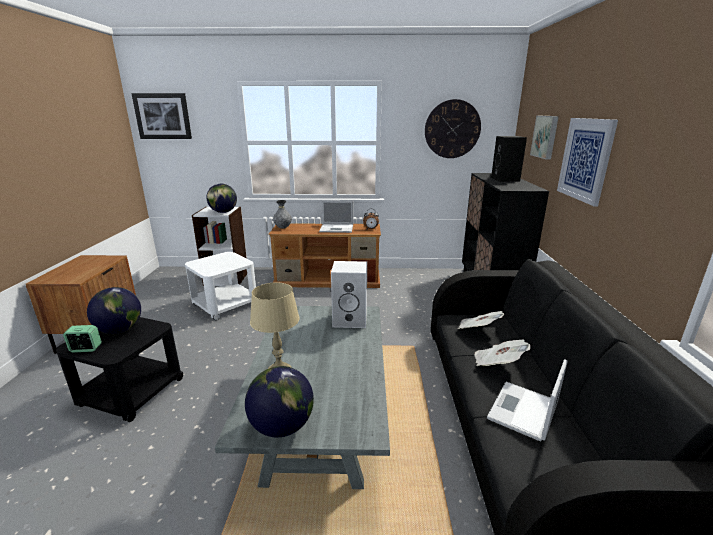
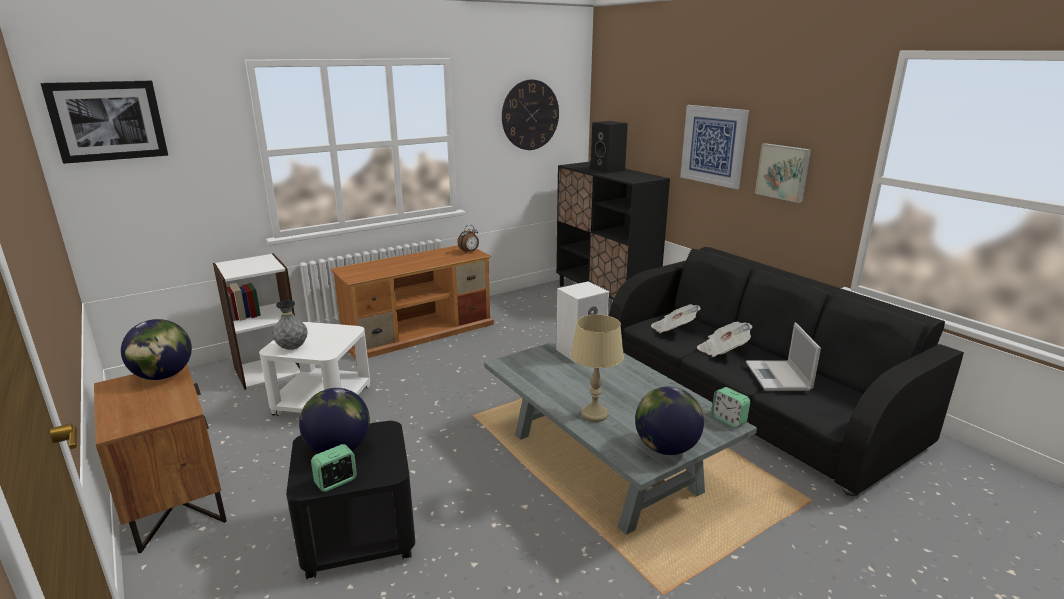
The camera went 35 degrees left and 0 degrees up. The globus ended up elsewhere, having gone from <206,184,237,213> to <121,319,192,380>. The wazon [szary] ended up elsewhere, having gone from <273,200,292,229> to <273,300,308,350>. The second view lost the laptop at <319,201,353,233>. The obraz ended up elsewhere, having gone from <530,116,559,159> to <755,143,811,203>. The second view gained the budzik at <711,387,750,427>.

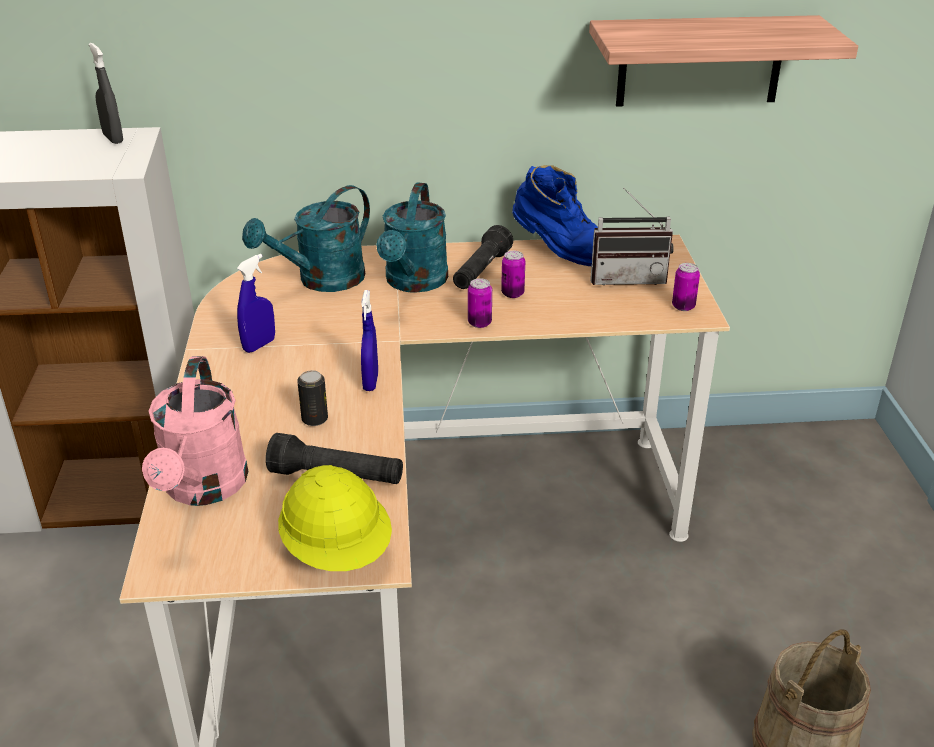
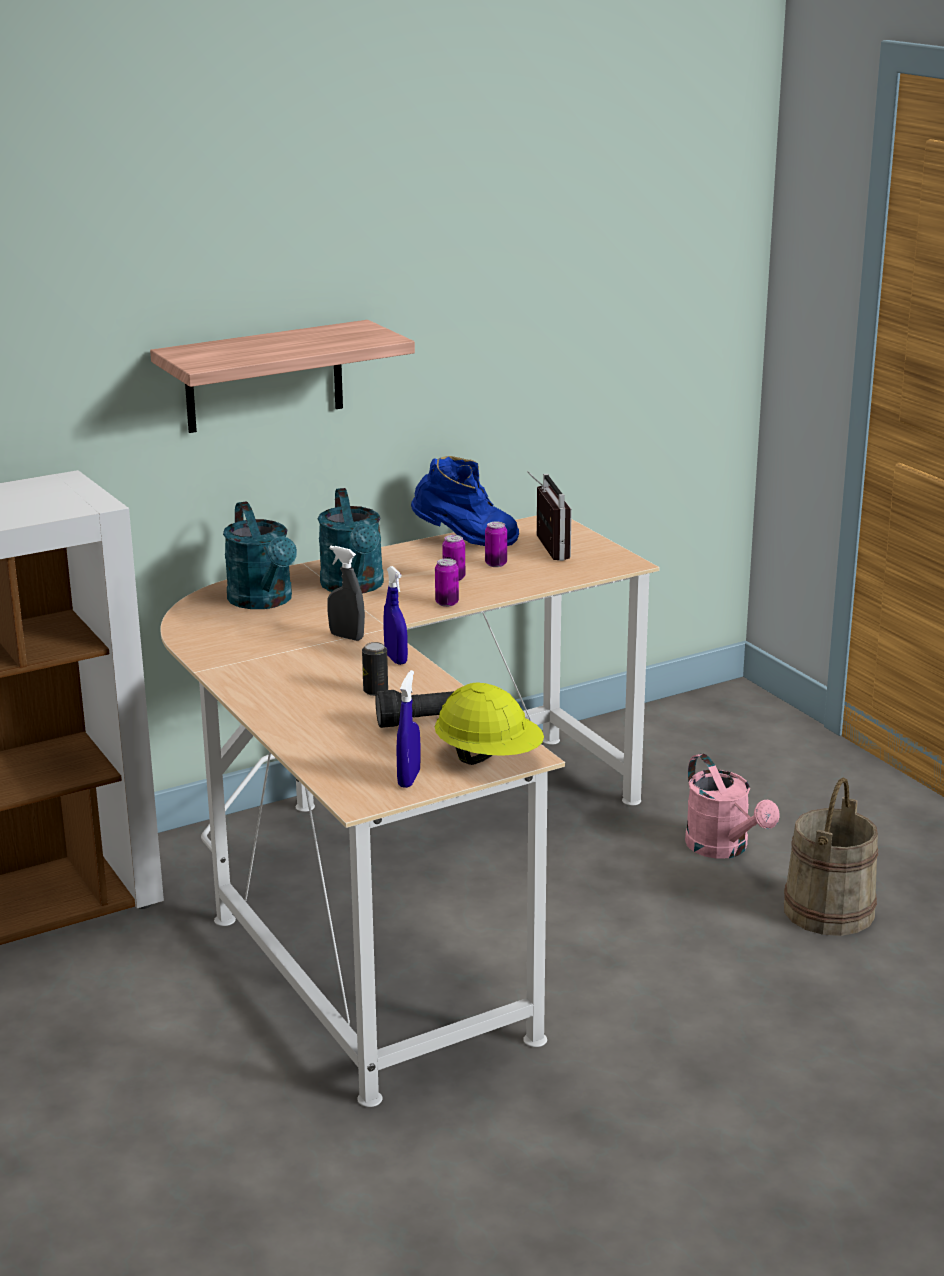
The camera went 25 degrees left and 10 degrees down. The spryskiwacz [szary] ended up elsewhere, having gone from <89,43,123,144> to <327,546,365,641>. The konewka [różowy] ended up elsewhere, having gone from <142,356,248,506> to <685,754,779,859>. The spryskiwacz [niebieski] ended up elsewhere, having gone from <237,254,275,353> to <396,670,420,788>. The konewka [turkusowy] at <242,185,370,292> ended up facing another way, 45 degrees counterclockwise from before. The second view lost the latarka [czarny] at <453,225,513,289>. The półka ended up elsewhere, having gone from <589,15,858,107> to <150,320,415,433>. The radio at <590,188,674,285> ended up facing another way, 75 degrees counterclockwise from before. The puszka ended up elsewhere, having gone from <672,263,700,311> to <485,522,507,567>.

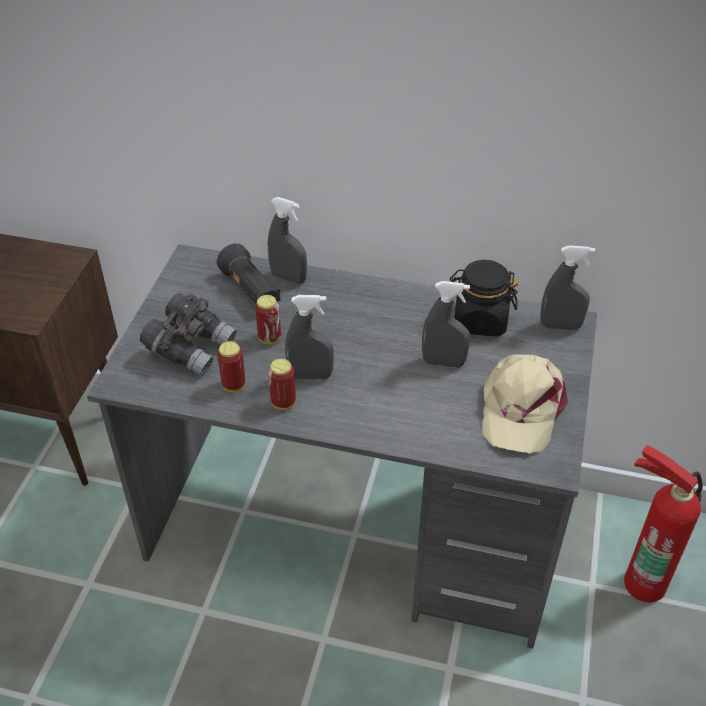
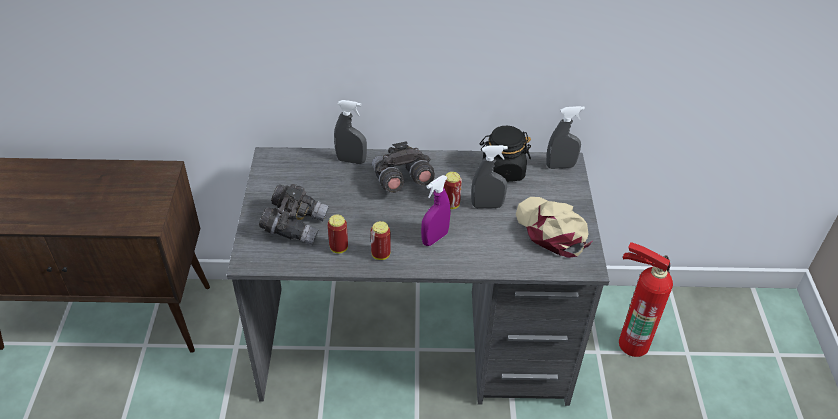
The camera went 15 degrees left and 0 degrees up. The second view lost the latarka [czarny] at <217,243,281,303>. The puszka ended up elsewhere, having gone from <255,295,281,344> to <443,172,462,209>. The second view lost the spryskiwacz [szary] at <285,295,334,380>. The czapka z daszkiem [beżowy] at <482,354,568,453> ended up facing another way, 150 degrees clockwise from before. The second view gained the lornetka [szary] at <372,141,435,193>. The second view gained the spryskiwacz [fioletowy] at <421,175,450,246>.

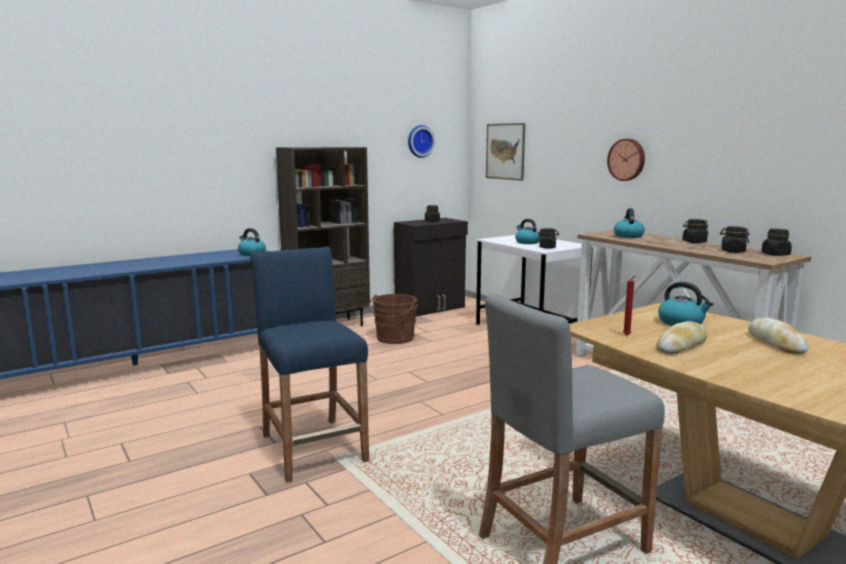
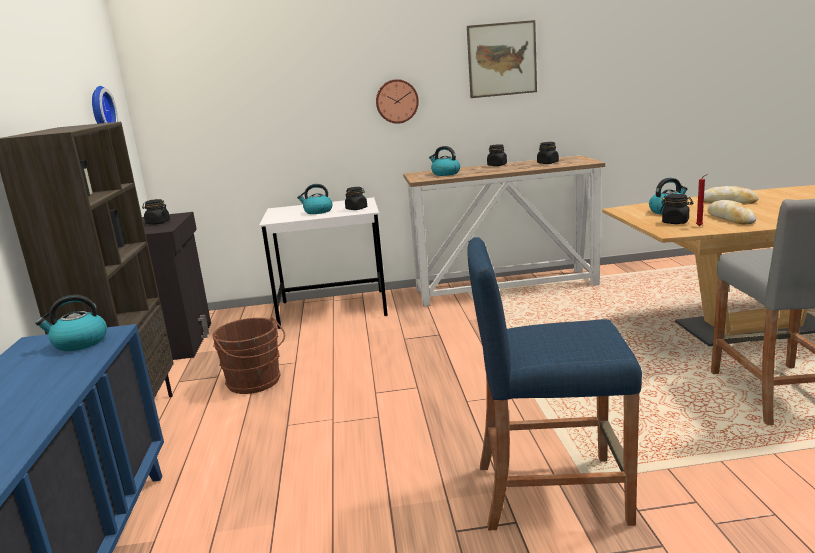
The camera went 60 degrees left and 5 degrees up. The obraz ended up elsewhere, having gone from <486,123,525,181> to <467,20,537,98>. The słoik [czarny] ended up elsewhere, having gone from <761,229,792,256> to <660,194,693,224>.

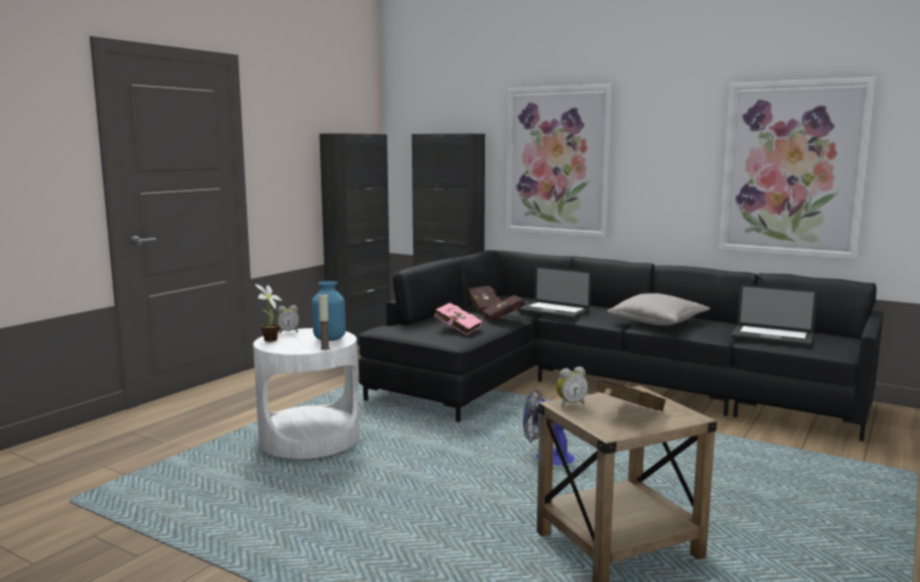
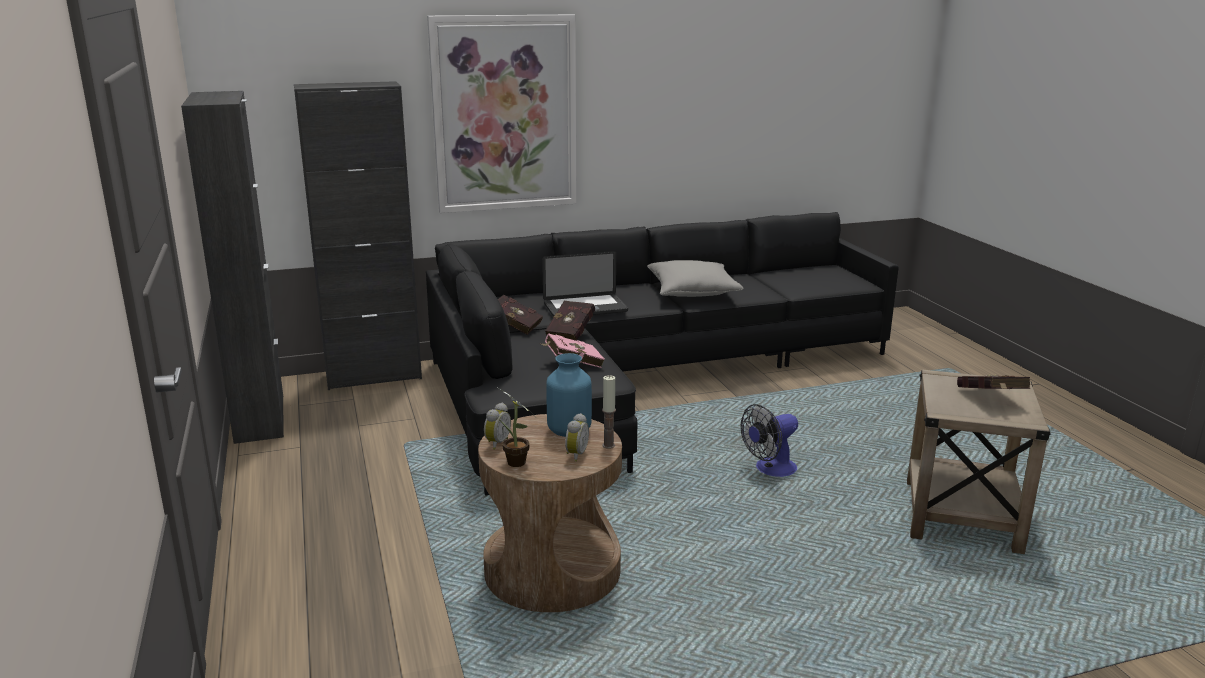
The camera went 50 degrees left and 10 degrees up. What was the stolik [biały] at <253,328,359,459> turned into the stolik [brązowy] at <478,414,622,612>. The budzik ended up elsewhere, having gone from <556,367,588,407> to <565,413,589,462>. The second view lost the obraz at <719,77,876,260>. The second view lost the laptop at <731,284,818,347>.

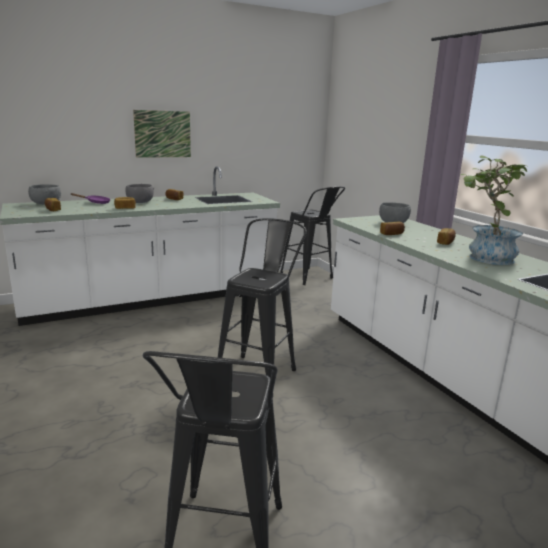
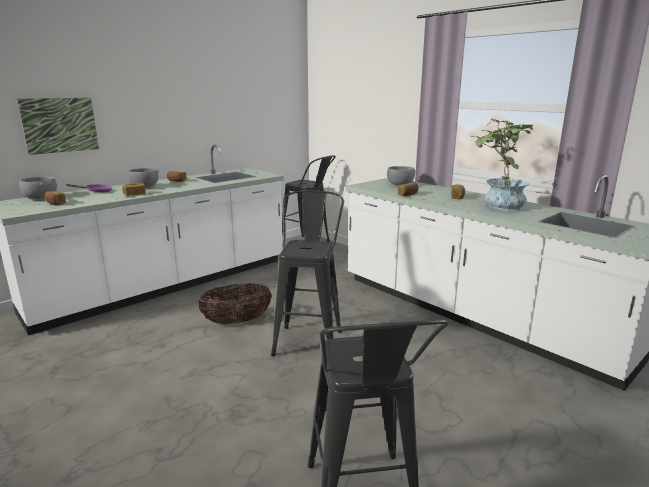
The camera went 15 degrees left and 0 degrees up. The obraz ended up elsewhere, having gone from <133,110,191,158> to <17,97,99,155>. The second view gained the koszyk at <198,283,272,324>.

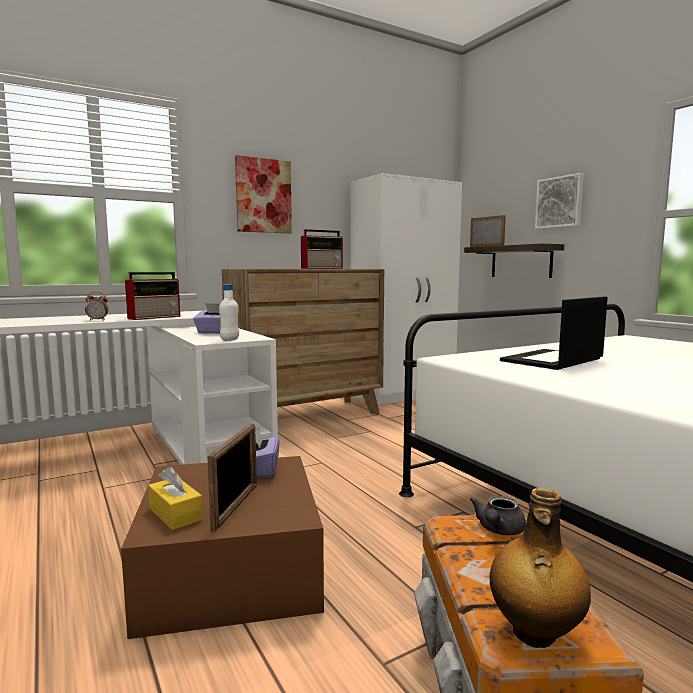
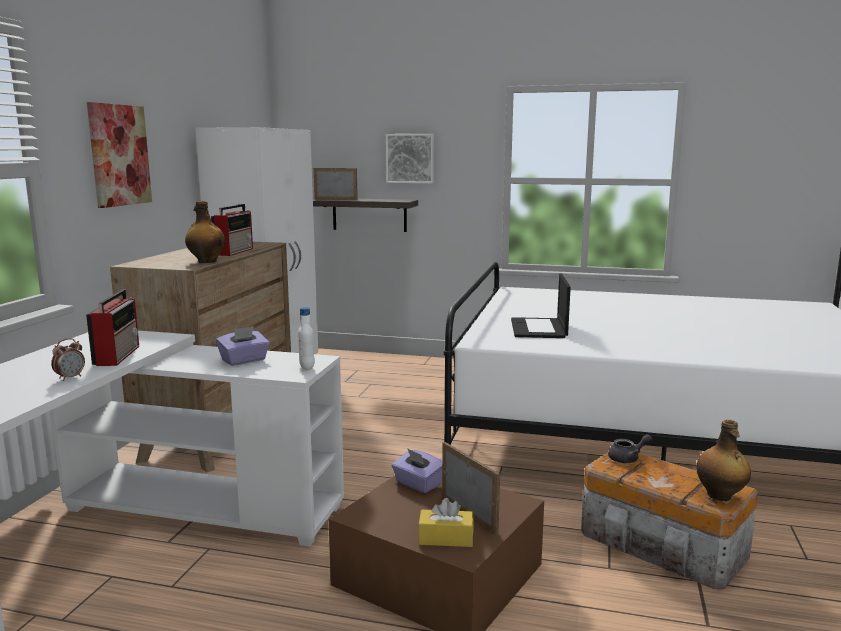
The camera went 45 degrees left and 5 degrees up. The imbryk [szary] at <470,496,526,535> ended up facing another way, 90 degrees counterclockwise from before. The second view gained the butelka at <185,201,225,263>.

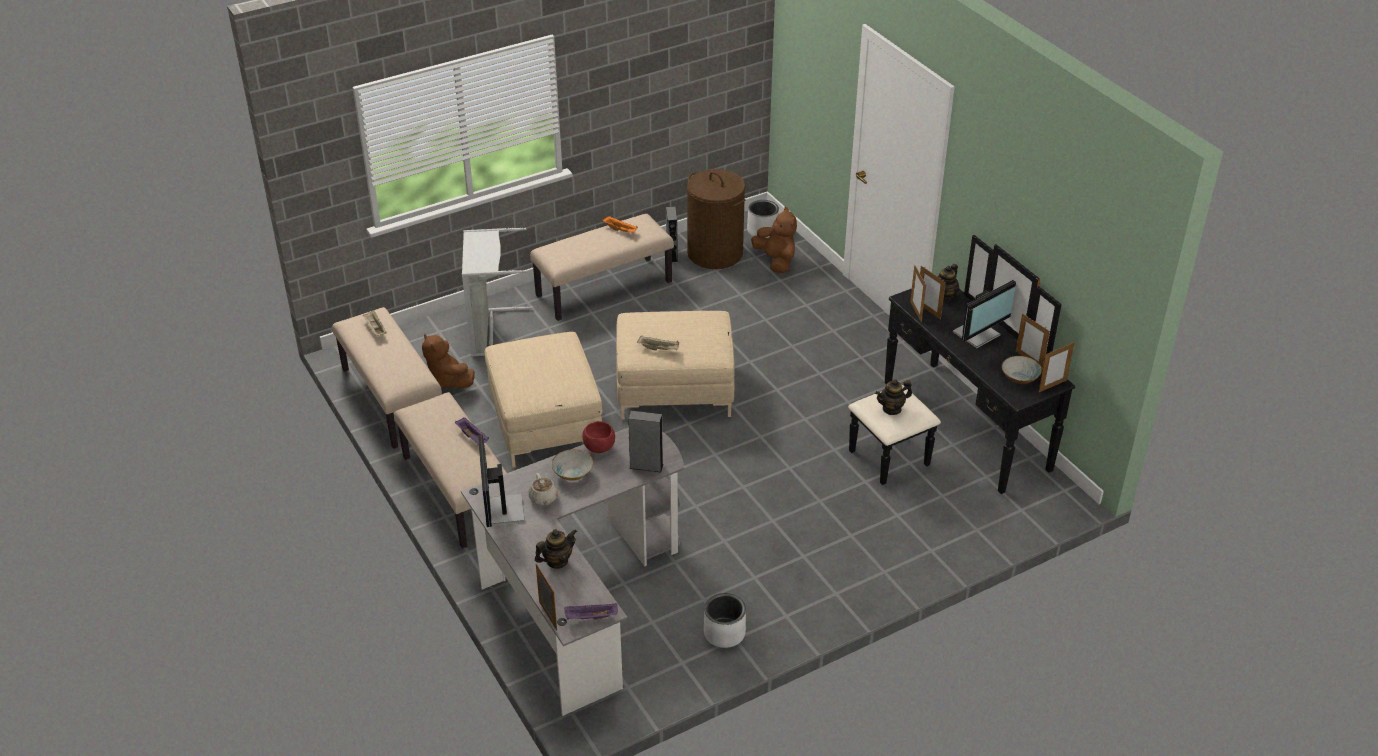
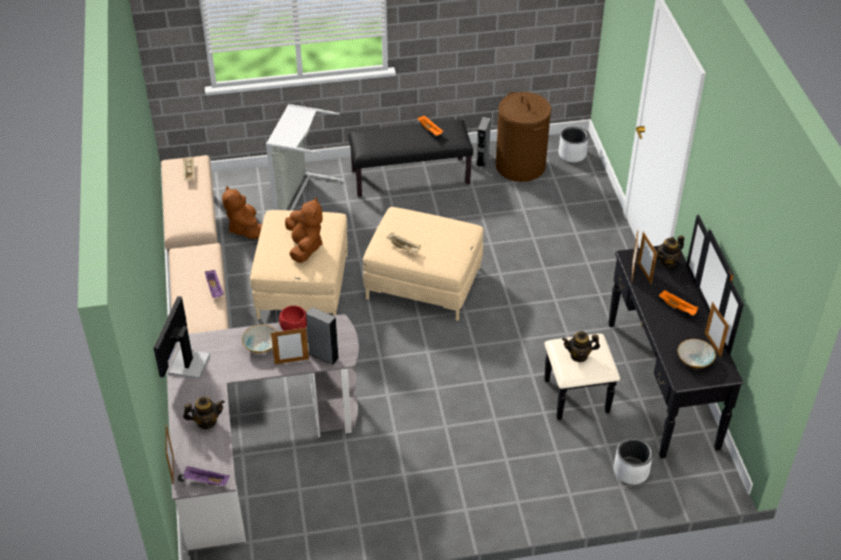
The camera went 20 degrees right and 5 degrees up. The second view lost the imbryk [beżowy] at <528,473,558,505>. What was the ławka [beżowy] at <530,214,674,321> turned into the ławka [czarny] at <349,120,473,197>. The donica [biały] ended up elsewhere, having gone from <704,593,746,648> to <613,438,653,485>. The pluszak [brązowy] ended up elsewhere, having gone from <751,207,797,273> to <285,197,323,263>. Where the monitor stood at <953,280,1016,348>, the taca [pomarańczowy] came to stand at <659,290,698,316>. The ramka na zdjęcie ended up elsewhere, having gone from <1039,342,1075,392> to <271,328,309,364>.

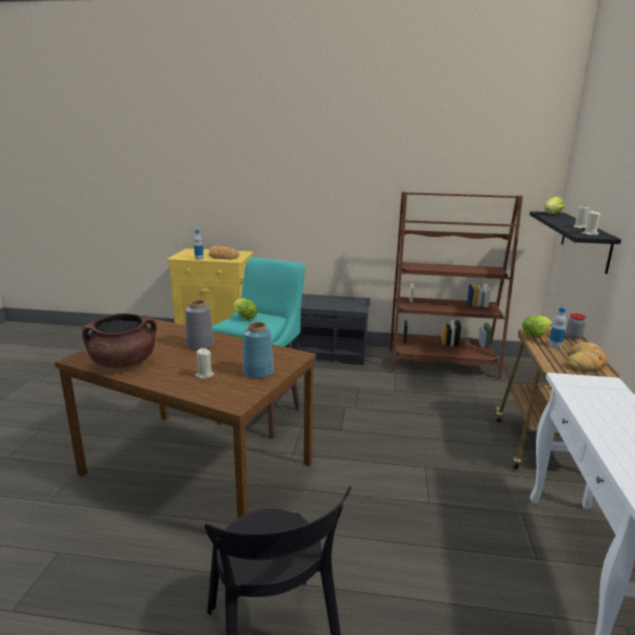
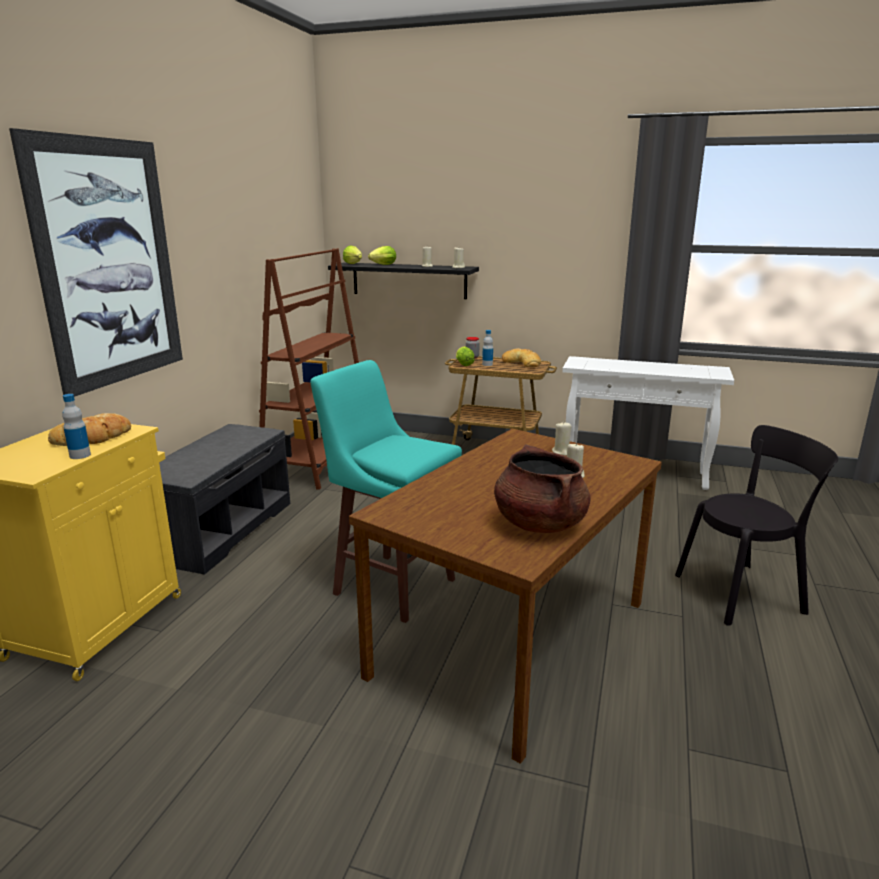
The camera went 80 degrees left and 0 degrees up. The second view lost the wazon [szary] at <185,300,214,350>. The sałata ended up elsewhere, having gone from <234,298,257,320> to <368,246,396,265>. Where the wazon [niebieski] stood at <243,322,274,378>, the świeca [beżowy] came to stand at <552,422,571,456>. The second view gained the obraz at <9,128,183,397>.

